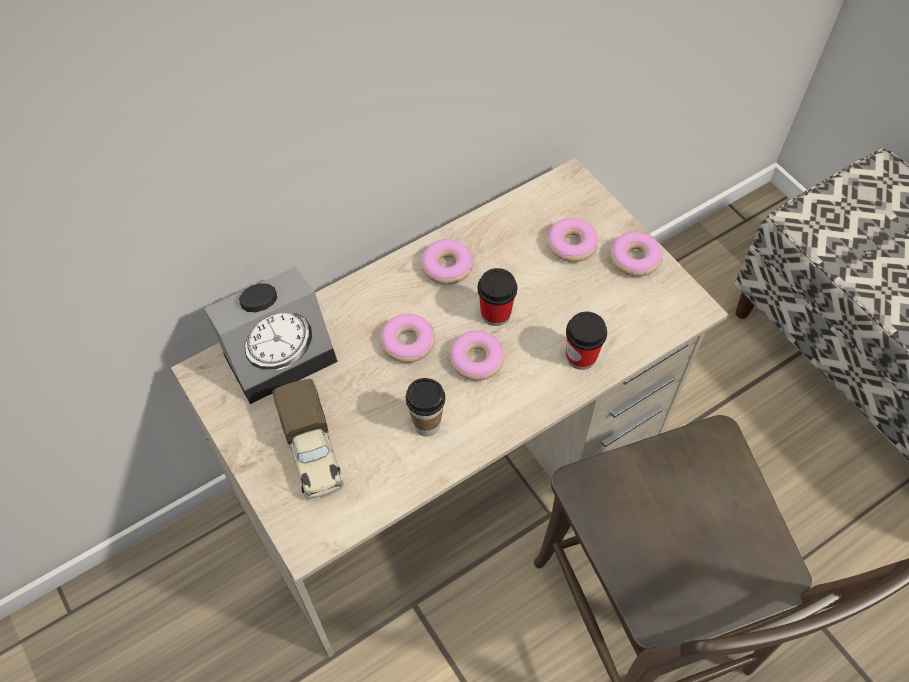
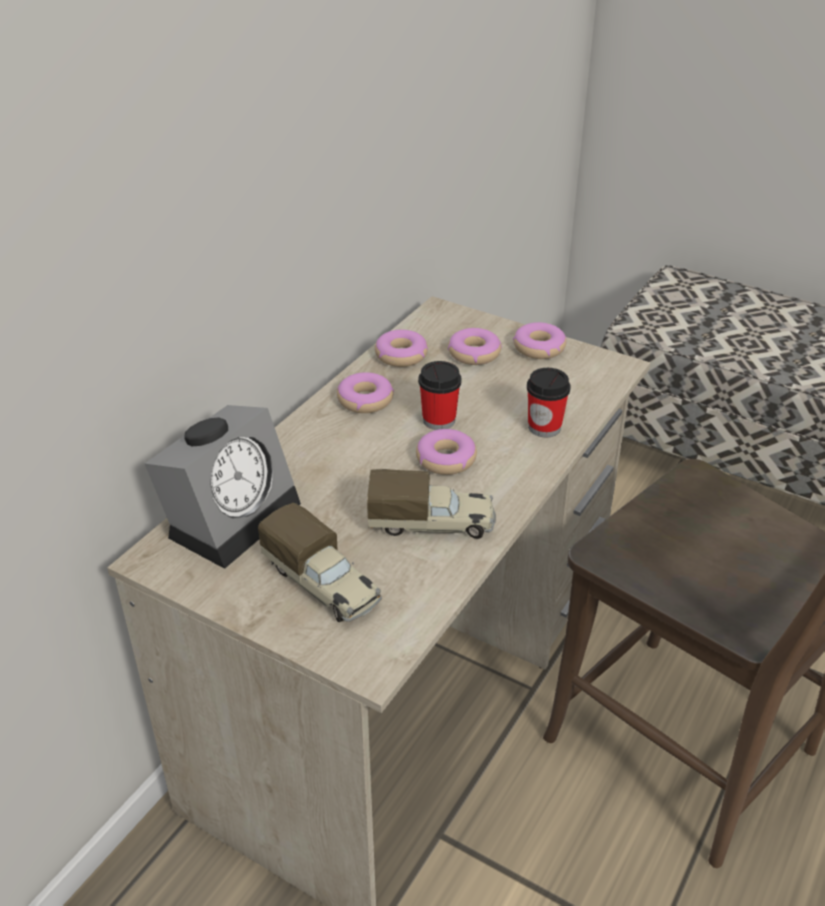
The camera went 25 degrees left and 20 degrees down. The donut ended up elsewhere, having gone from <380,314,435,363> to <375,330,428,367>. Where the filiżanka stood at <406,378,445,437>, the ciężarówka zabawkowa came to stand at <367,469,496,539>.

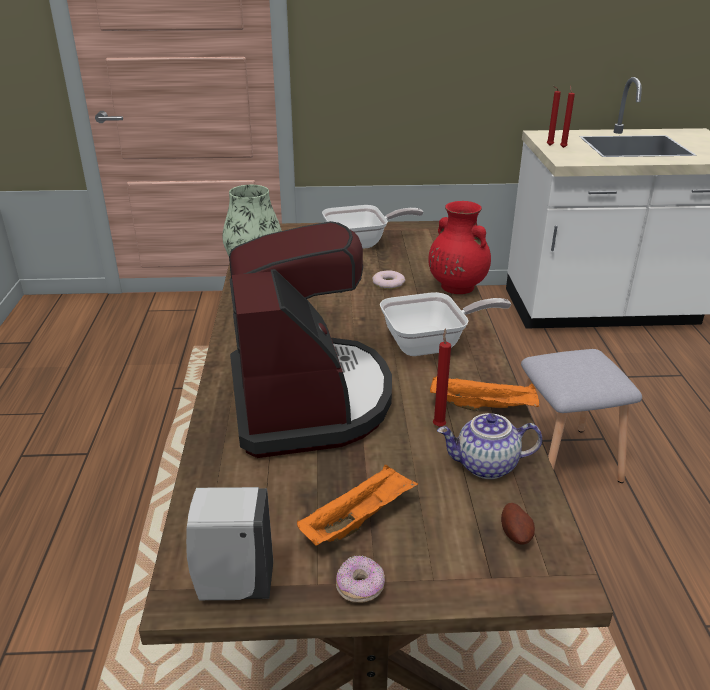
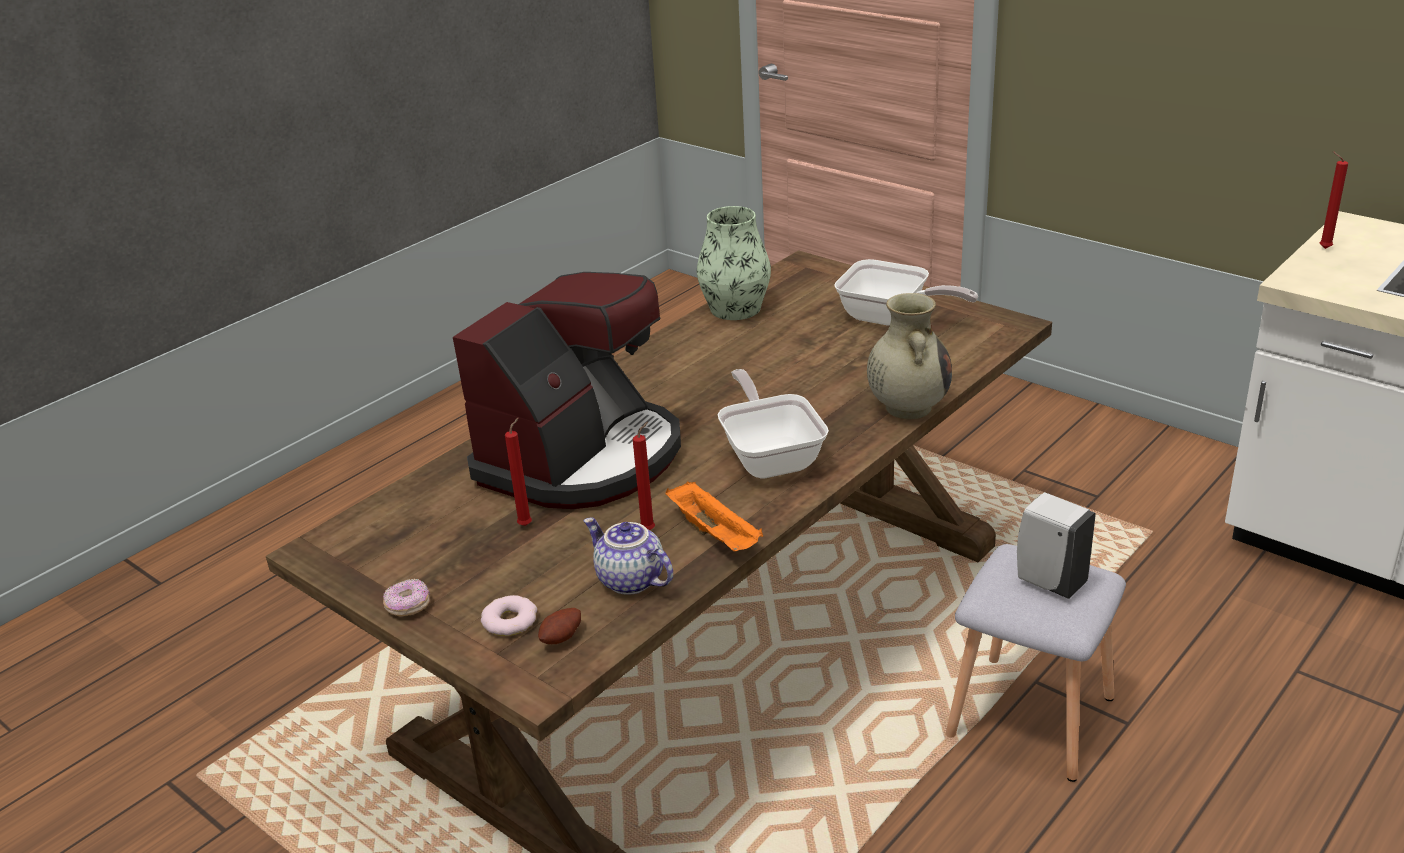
The camera went 45 degrees right and 0 degrees up. The dozownik mydła [biały] ended up elsewhere, having gone from <186,487,273,600> to <1017,492,1096,599>. The second view lost the taca [pomarańczowy] at <297,464,418,546>. The donut ended up elsewhere, having gone from <372,271,405,289> to <481,595,537,636>. The patelnia at <380,292,511,356> ended up facing another way, 135 degrees counterclockwise from before. What was the wazon [czerwony] at <428,201,491,294> turned into the wazon [beżowy] at <867,293,952,419>. The świeca [czerwony] ended up elsewhere, having gone from <560,86,575,148> to <505,417,532,526>.

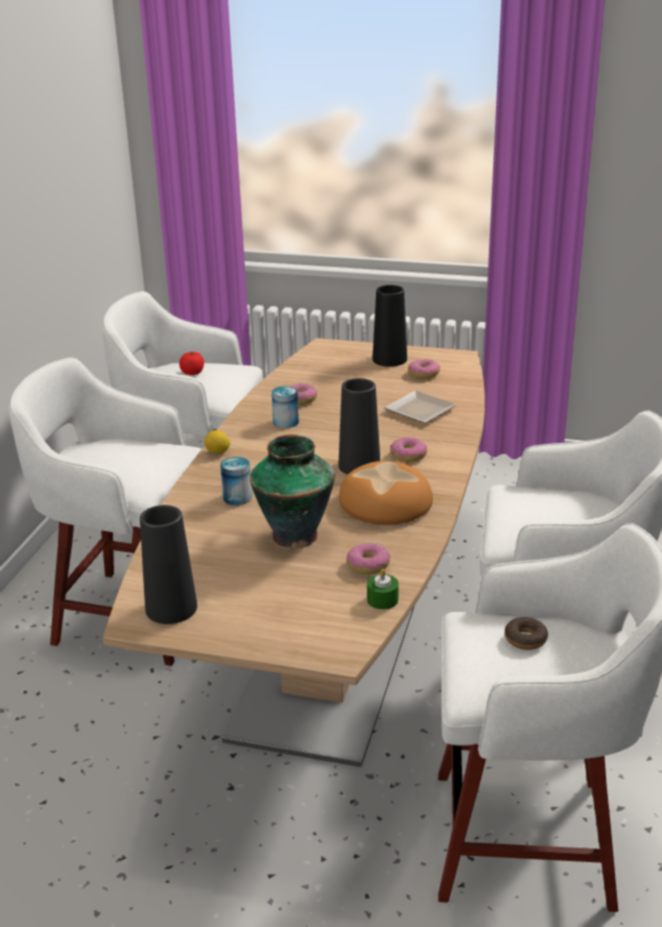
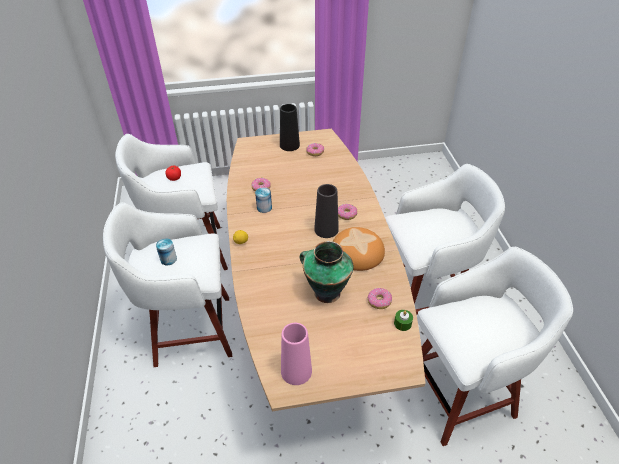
The camera went 25 degrees left and 15 degrees up. What was the wazon [czarny] at <140,505,197,624> turned into the wazon [różowy] at <281,323,312,385>. The puszka ended up elsewhere, having gone from <220,457,252,505> to <156,238,177,265>. The second view lost the talerz at <384,391,456,424>. The second view lost the donut at <505,617,548,650>.

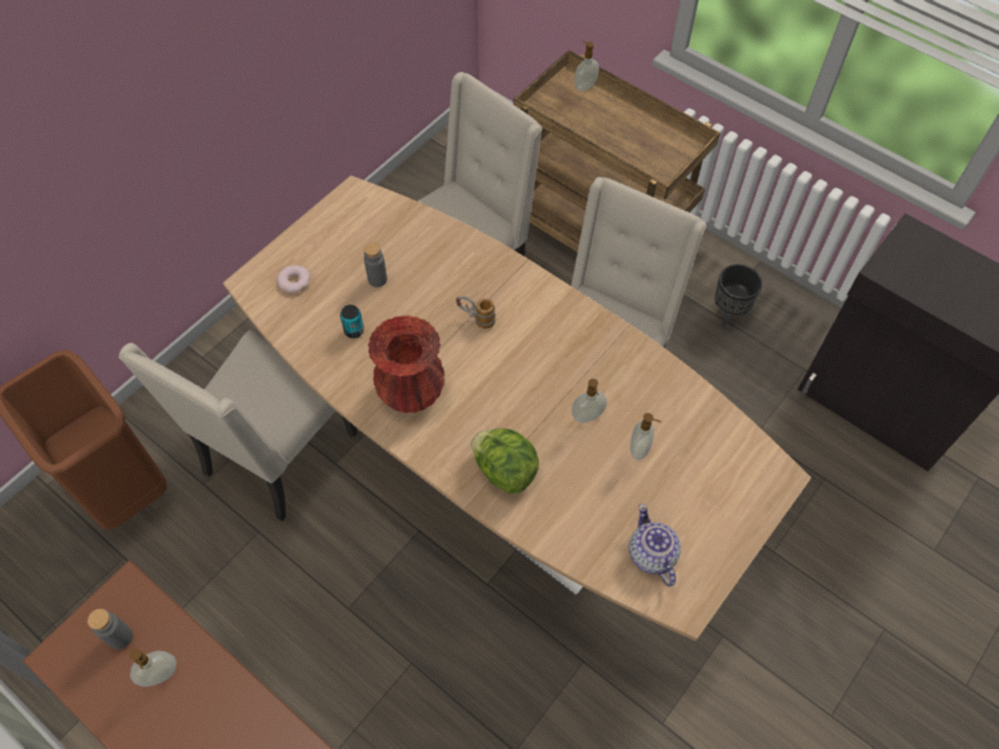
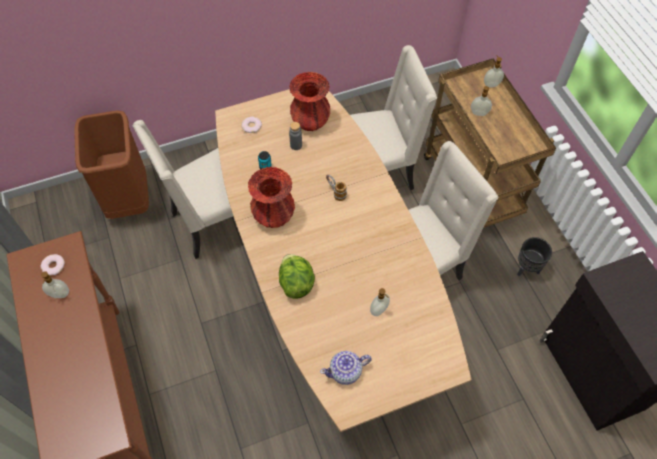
The camera went 30 degrees right and 0 degrees up. Where the butelka [szary] stood at <87,609,133,649>, the donut came to stand at <41,254,65,276>. The dozownik mydła ended up elsewhere, having gone from <571,379,607,423> to <471,86,492,116>. The imbryk at <629,504,681,587> ended up facing another way, 120 degrees counterclockwise from before. The second view gained the wazon [czerwony] at <289,72,330,131>.

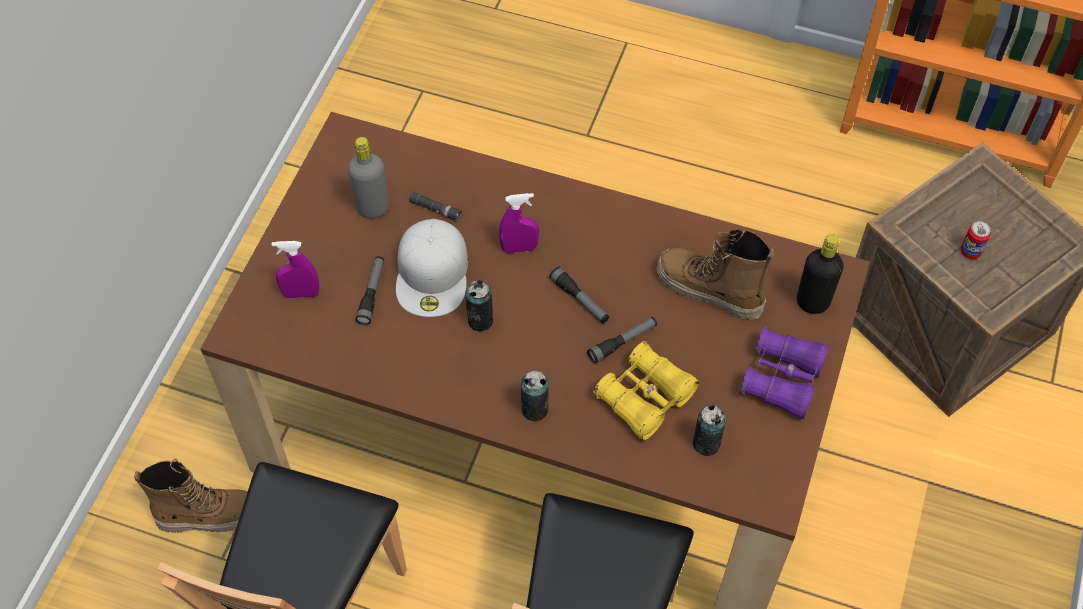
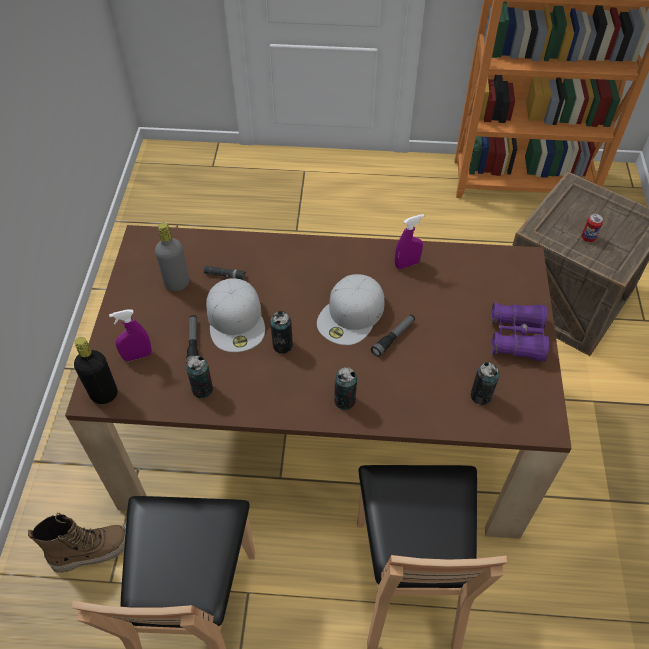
The camera went 15 degrees left and 5 degrees down. The spryskiwacz [fioletowy] ended up elsewhere, having gone from <499,193,539,253> to <395,214,424,269>. Where the latarka stood at <549,267,609,323>, the czapka z daszkiem [biały] came to stand at <317,274,385,345>. The second view lost the lornetka [żółty] at <593,341,699,440>. The second view lost the but z cholewką at <656,229,774,320>. The butelka [czarny] ended up elsewhere, having gone from <797,234,843,314> to <74,337,117,404>. The second view gained the puszka at <186,356,213,398>.

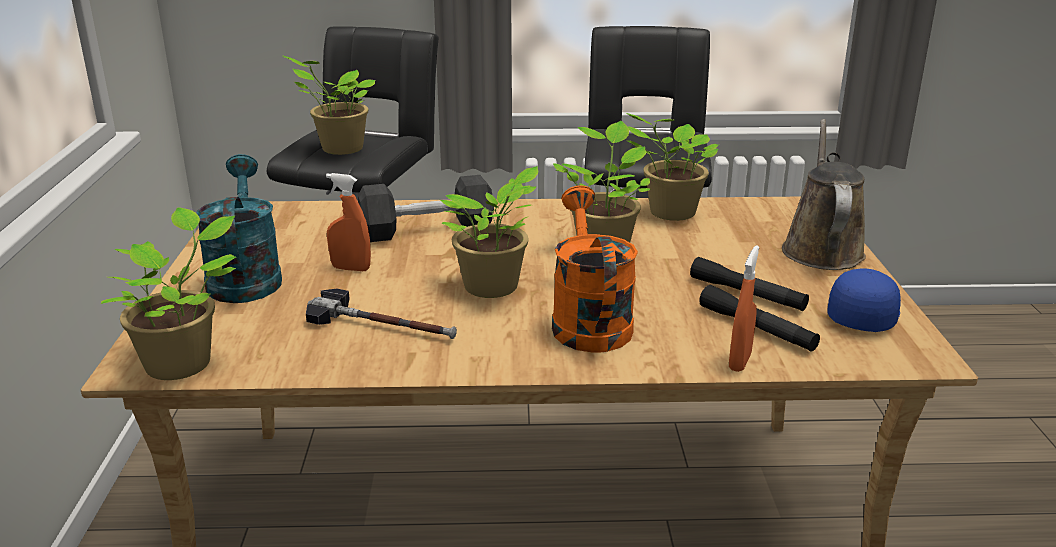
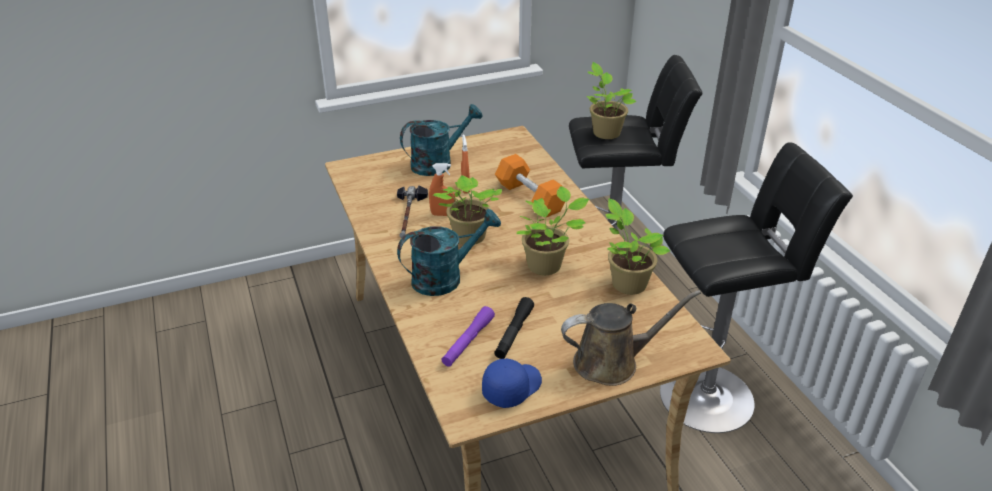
The camera went 70 degrees right and 10 degrees up. The second view lost the roślina doniczkowa at <101,207,236,380>. What was the hantel [czarny] at <358,175,494,242> turned into the hantel [pomarańczowy] at <495,154,565,217>. What was the konewka [pomarańczowy] at <552,185,638,353> turned into the konewka [turkusowy] at <397,209,501,296>. What was the latarka [czarny] at <699,285,820,352> turned into the latarka [fioletowy] at <441,306,495,367>. The spryskiwacz [pomarańczowy] ended up elsewhere, having gone from <729,245,759,372> to <429,163,456,216>. The czapka z daszkiem [niebieski] at <827,268,901,332> ended up facing another way, 60 degrees counterclockwise from before.

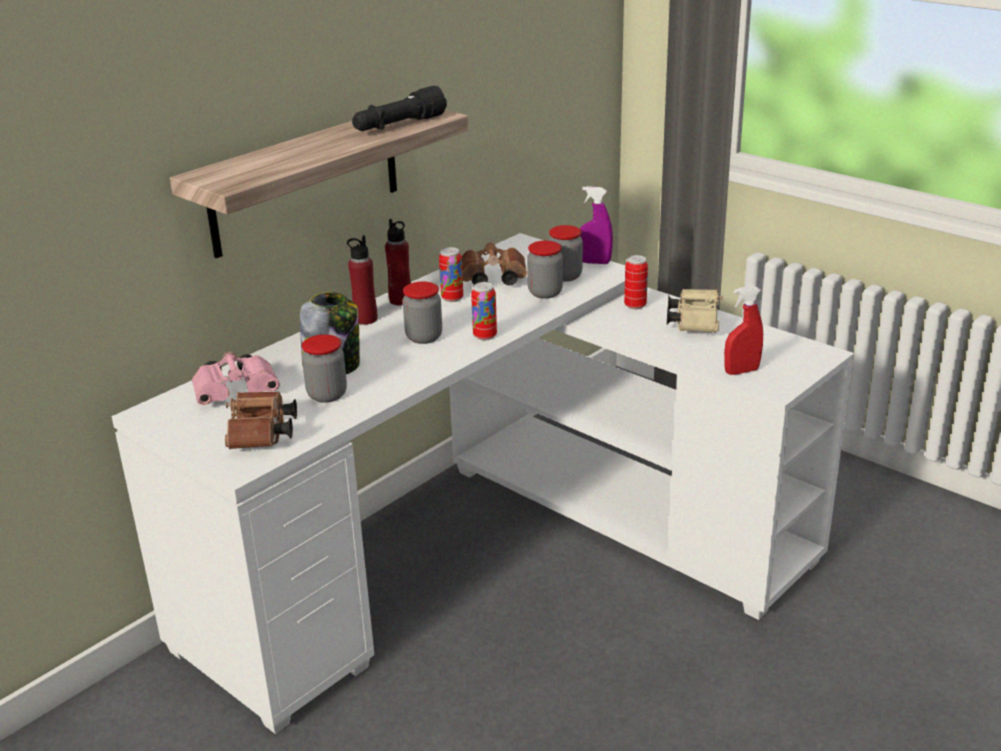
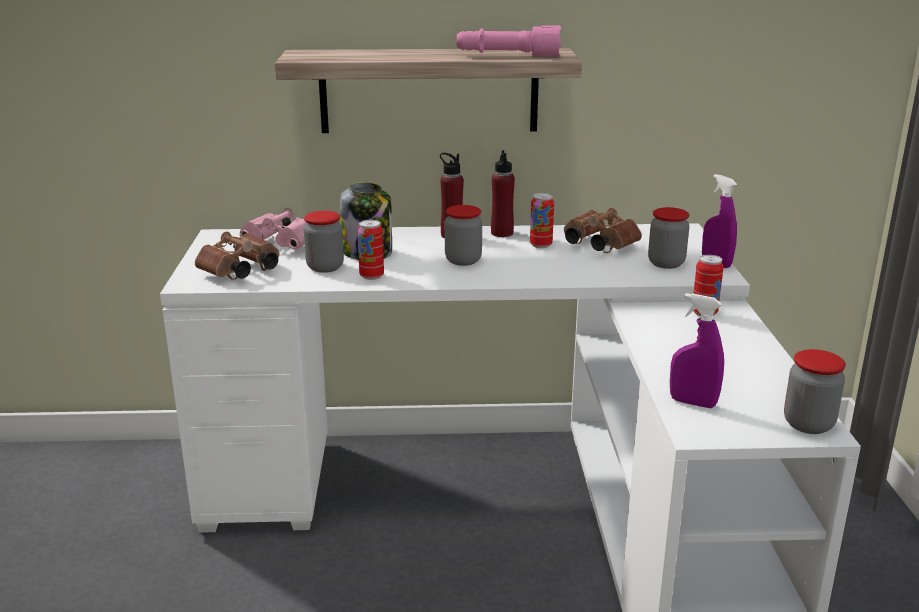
The camera went 45 degrees right and 5 degrees down. What was the latarka [czarny] at <352,86,447,131> turned into the latarka [różowy] at <457,25,561,56>. The puszka ended up elsewhere, having gone from <471,282,497,340> to <357,220,384,280>. The słoik ended up elsewhere, having gone from <527,241,563,299> to <784,349,846,434>. The second view lost the lornetka [beżowy] at <667,289,722,333>. What was the spryskiwacz [czerwony] at <724,286,763,375> turned into the spryskiwacz [fioletowy] at <670,293,724,408>.

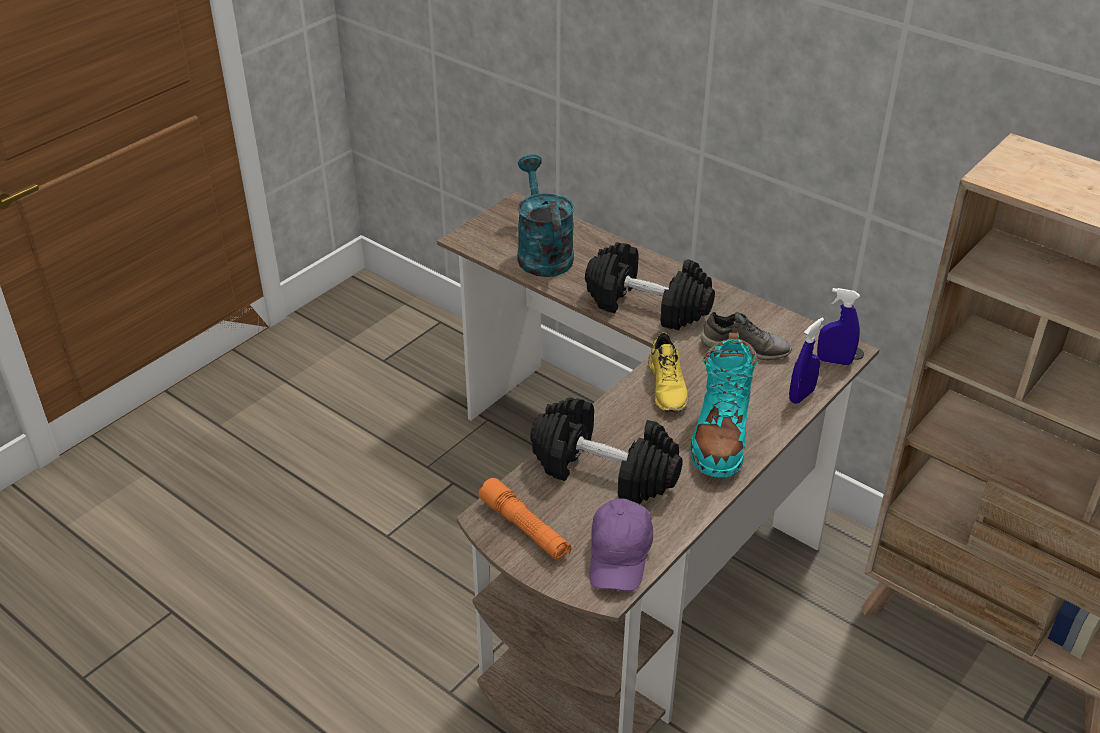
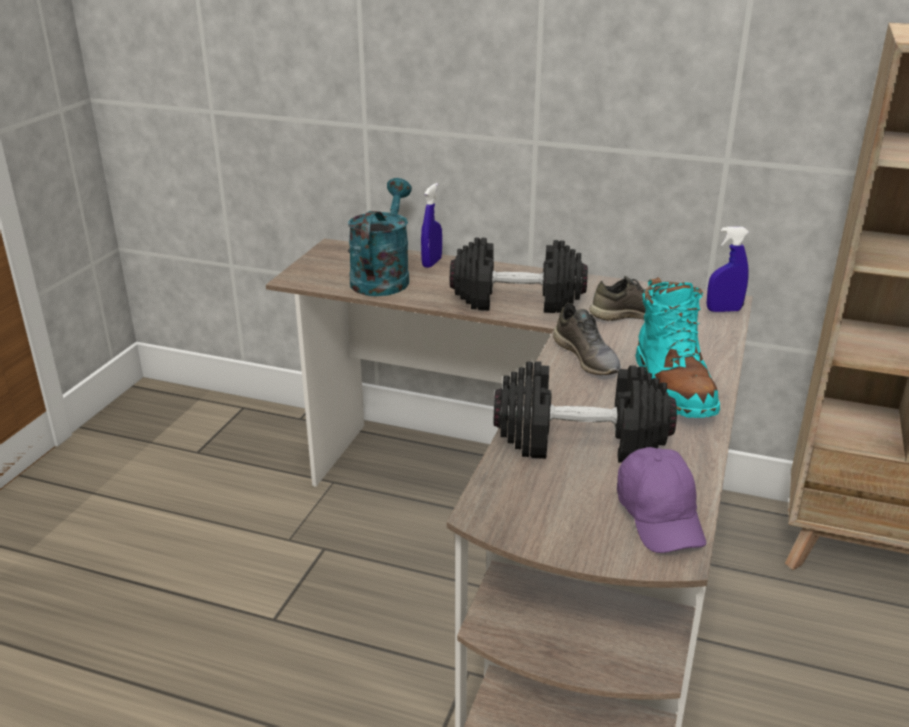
The camera went 20 degrees left and 10 degrees down. The second view lost the latarka [pomarańczowy] at <479,478,571,561>. The konewka [turkusowy] at <518,155,574,277> ended up facing another way, 45 degrees clockwise from before. What was the but [żółty] at <648,333,688,412> turned into the but [szary] at <553,303,621,375>. The spryskiwacz [niebieski] ended up elsewhere, having gone from <789,318,824,404> to <421,183,442,268>.

